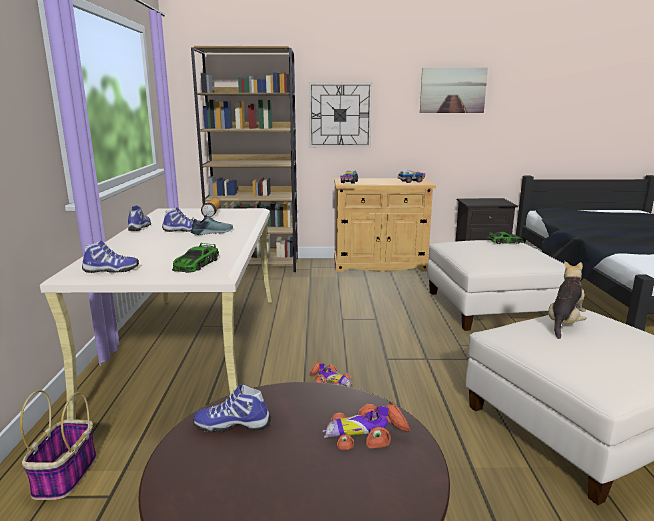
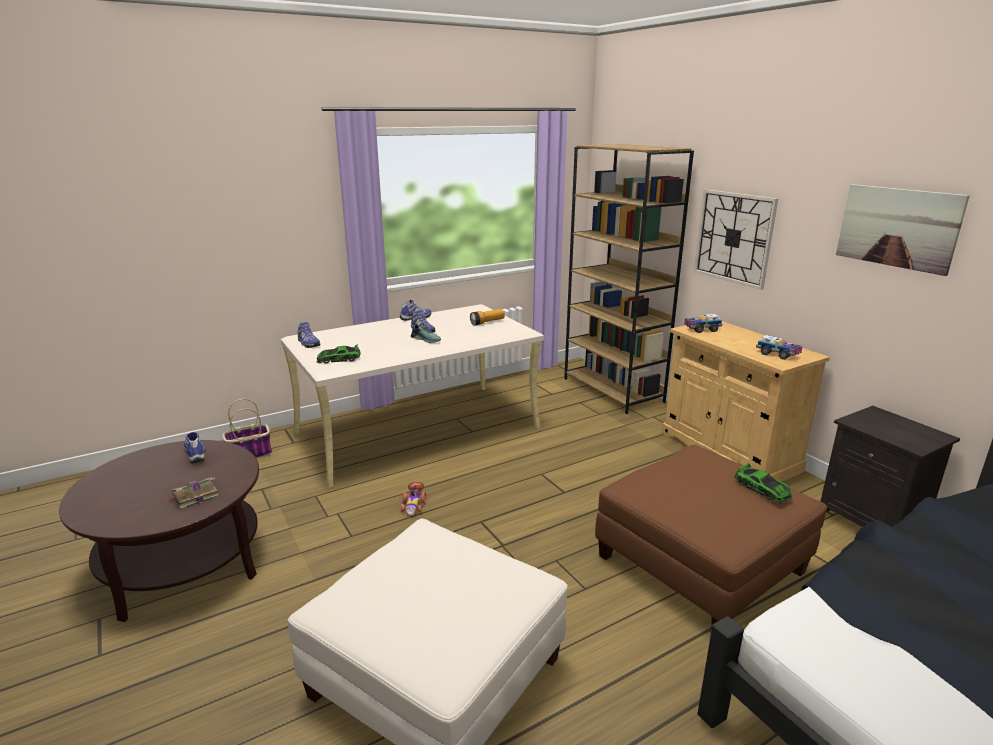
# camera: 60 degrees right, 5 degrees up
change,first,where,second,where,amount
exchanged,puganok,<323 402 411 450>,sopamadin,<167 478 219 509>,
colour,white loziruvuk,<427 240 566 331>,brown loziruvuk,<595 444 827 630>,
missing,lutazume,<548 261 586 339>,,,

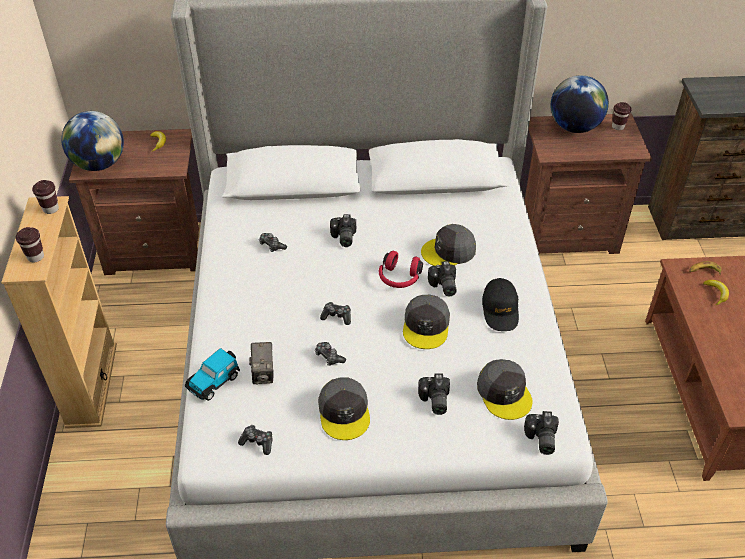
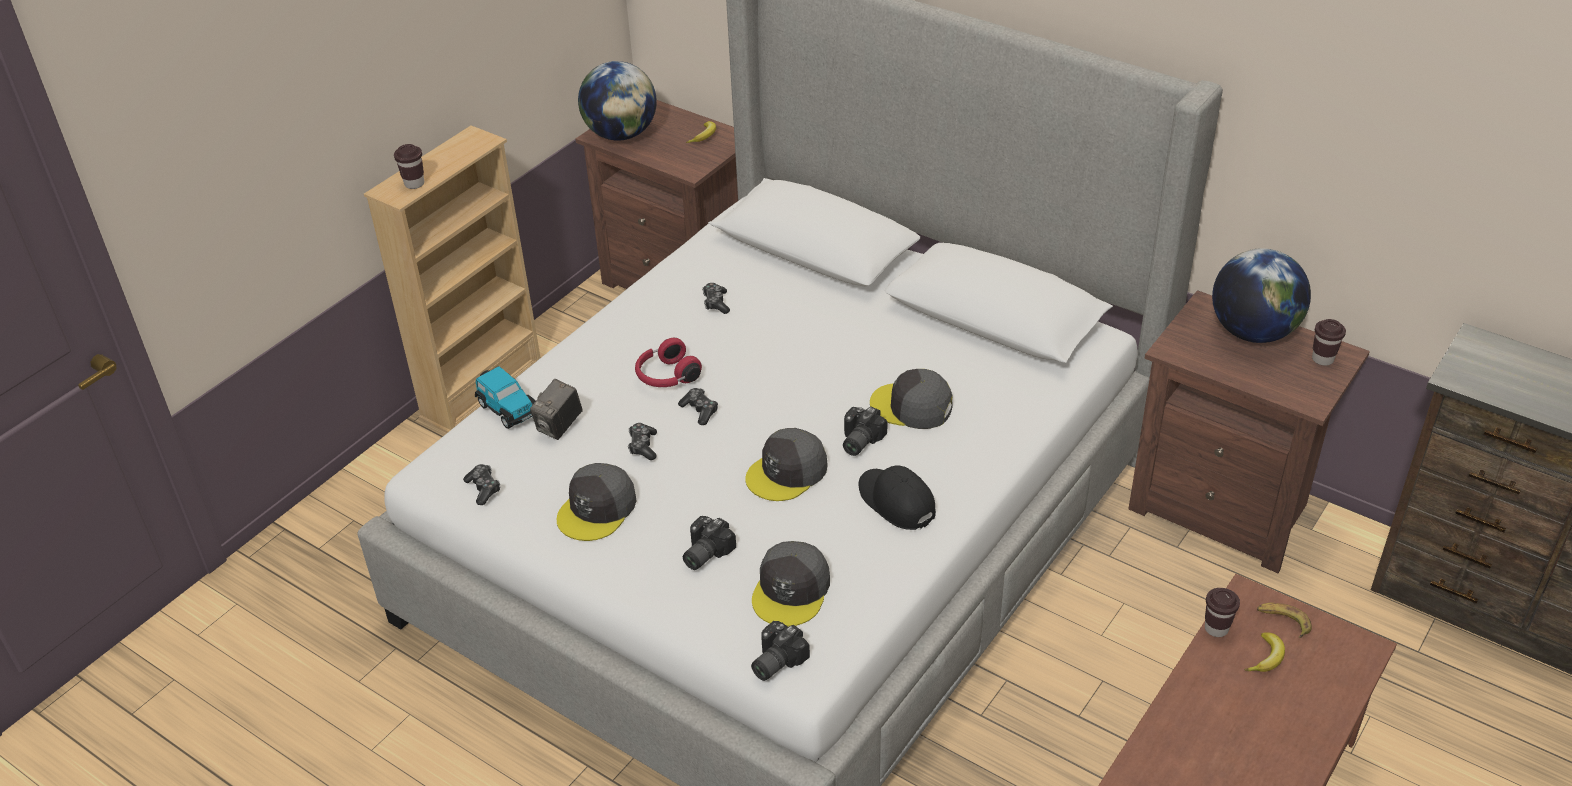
# camera: 40 degrees right, 5 degrees down
change,first,where,second,where,amount
relocated,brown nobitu,<32 180 59 214>,,<1205 588 1240 637>,
spun,puganok,<185 348 240 401>,,<475 366 536 429>,120 degrees counterclockwise
missing,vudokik,<330 214 356 247>,,,
relocated,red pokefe,<379 251 423 288>,,<635 338 702 387>,
spun,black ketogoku,<482 278 519 331>,,<859 466 936 530>,105 degrees clockwise

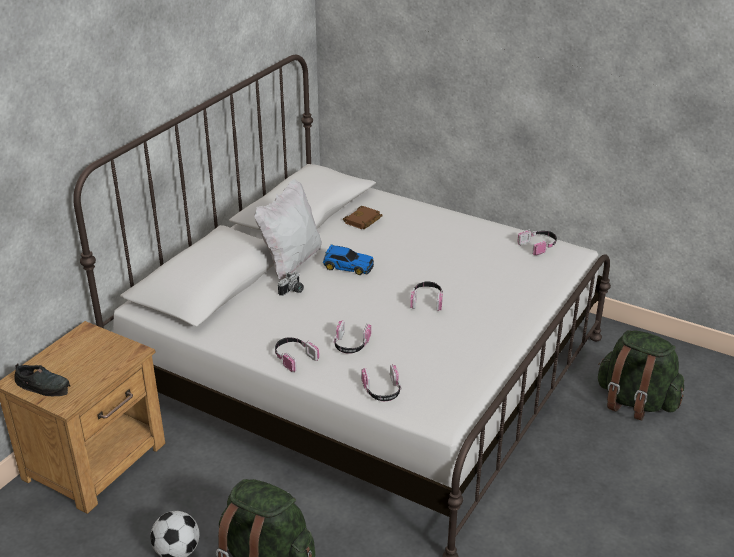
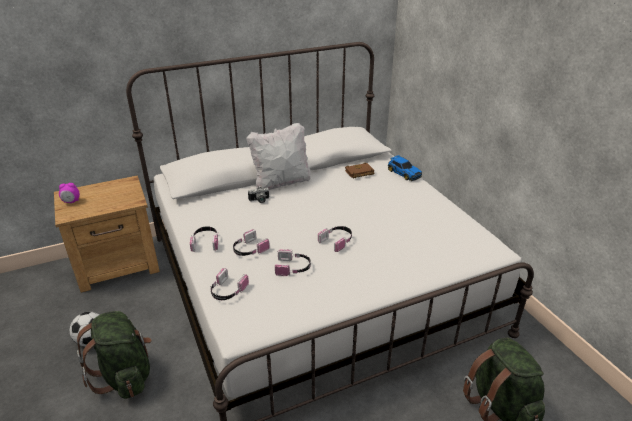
# camera: 35 degrees right, 0 degrees up
change,first,where,second,where,amount
exchanged,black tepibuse,<14 363 70 396>,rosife,<59 183 80 203>,
relocated,puganok,<323 244 374 275>,,<388 155 422 181>,
relocated,pokefe,<517 230 557 255>,,<275 249 311 276>,

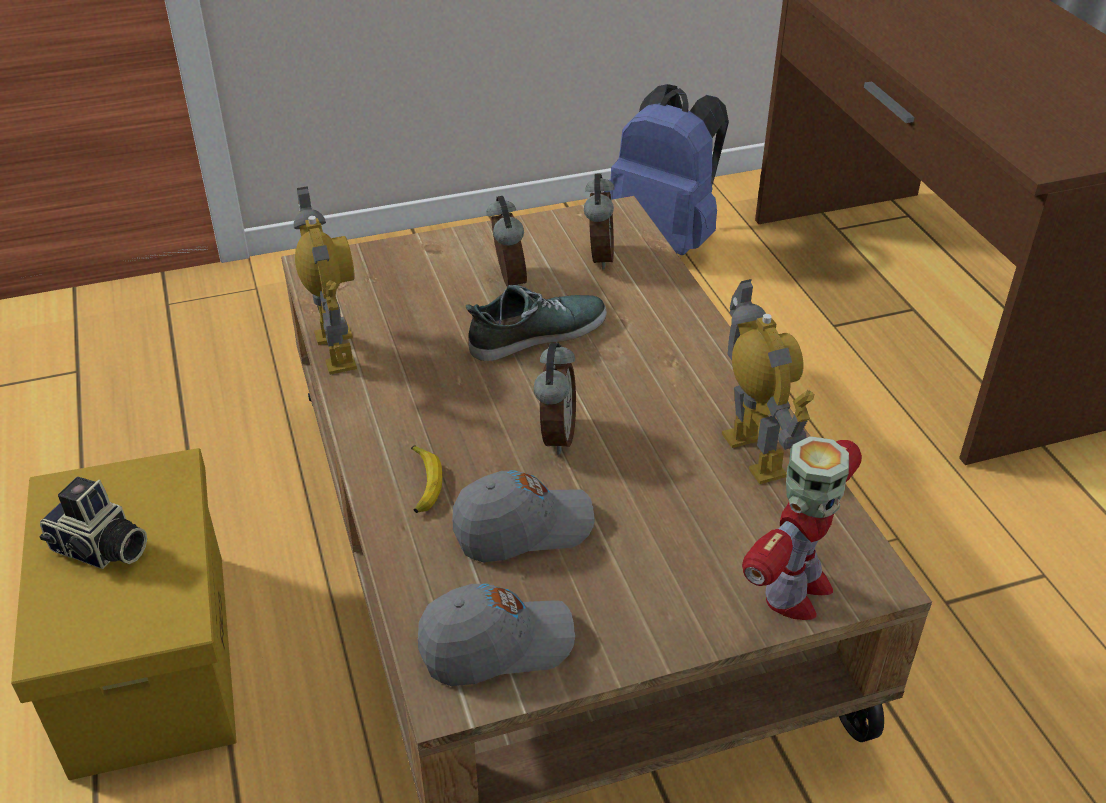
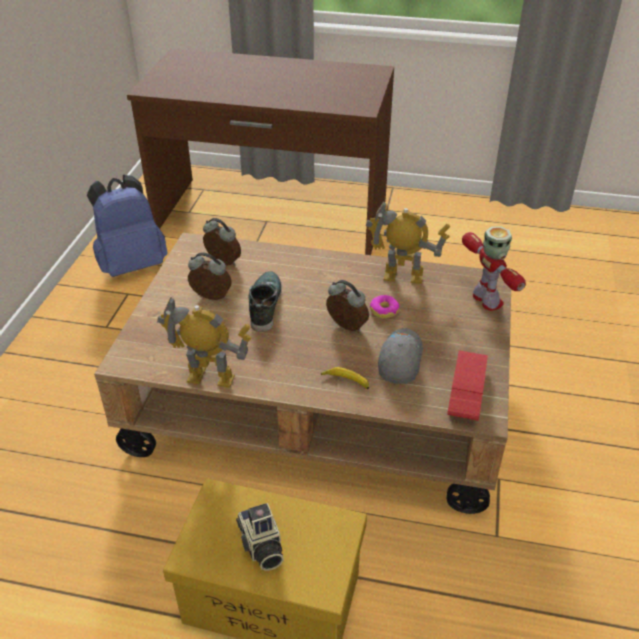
# camera: 60 degrees left, 0 degrees up
change,first,where,second,where,amount
spun,vudokik,<39 477 147 569>,,<236 503 284 571>,105 degrees clockwise
exchanged,grey ketogoku,<418 584 575 686>,red puganok,<447 350 488 421>,
appeared,,,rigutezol,<370 295 400 318>,

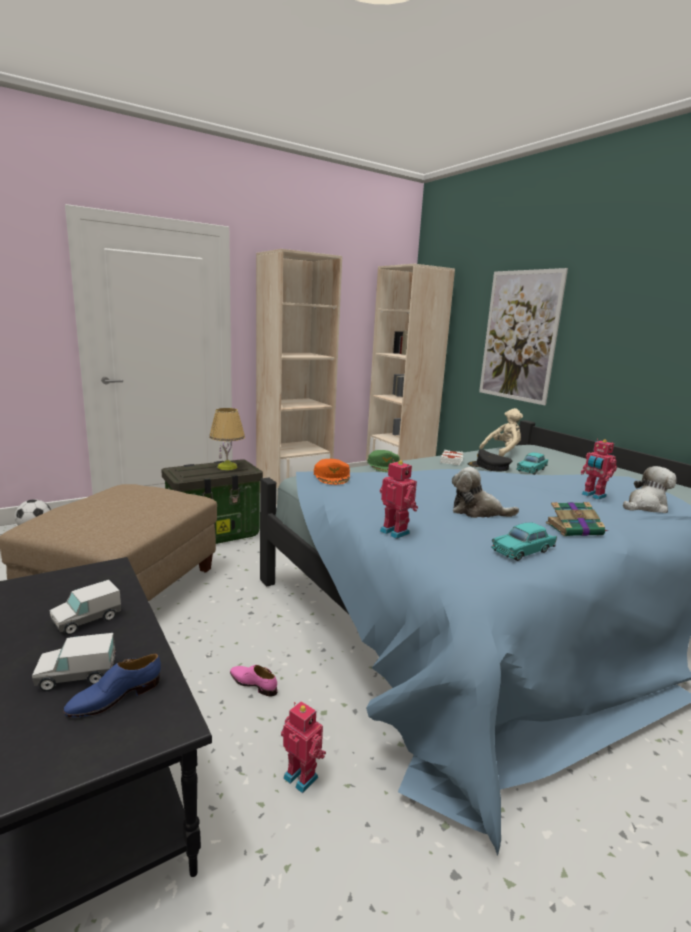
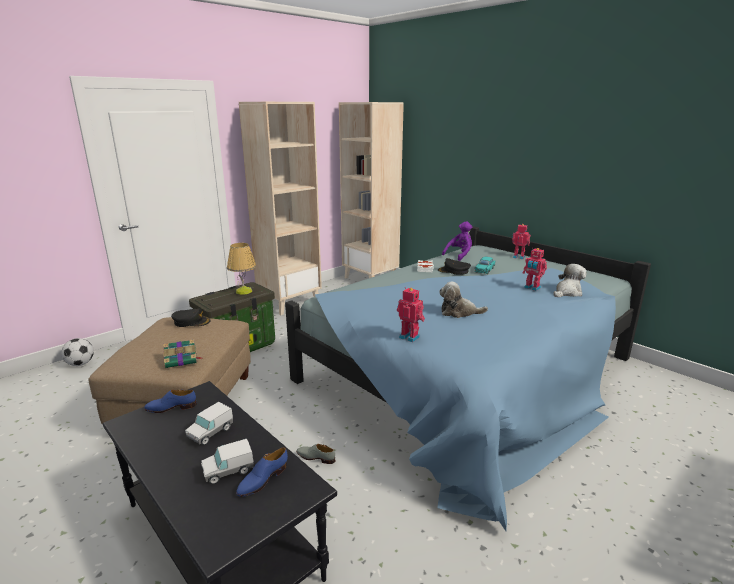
# camera: 10 degrees left, 5 degrees up
change,first,where,second,where,amount
colour,pink tepibuse,<230 665 277 696>,grey tepibuse,<296 444 335 464>,
relocated,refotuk,<281 701 326 793>,,<512 224 531 259>,
missing,orange ketogoku,<314 459 350 485>,,,
missing,green ketogoku,<368 450 400 472>,,,
missing,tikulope,<479 268 568 405>,,,
colour,beige lutazume,<479 408 523 457>,purple lutazume,<442 221 472 261>,
missing,turquoise puganok,<491 523 557 561>,,,
relocated,sopamadin,<546 502 608 536>,,<163 339 202 368>,
appeared,,,blue tepibuse,<144 389 197 413>,
appeared,,,black ketogoku,<171 308 211 327>,

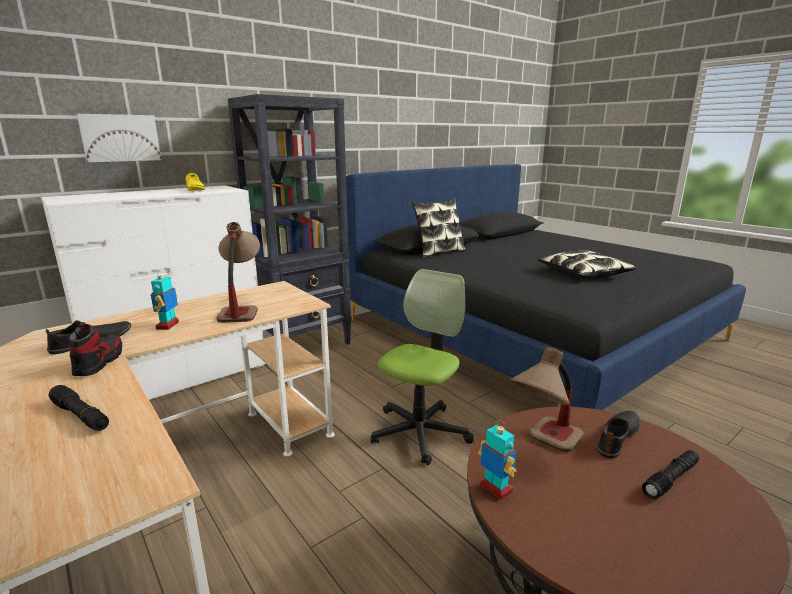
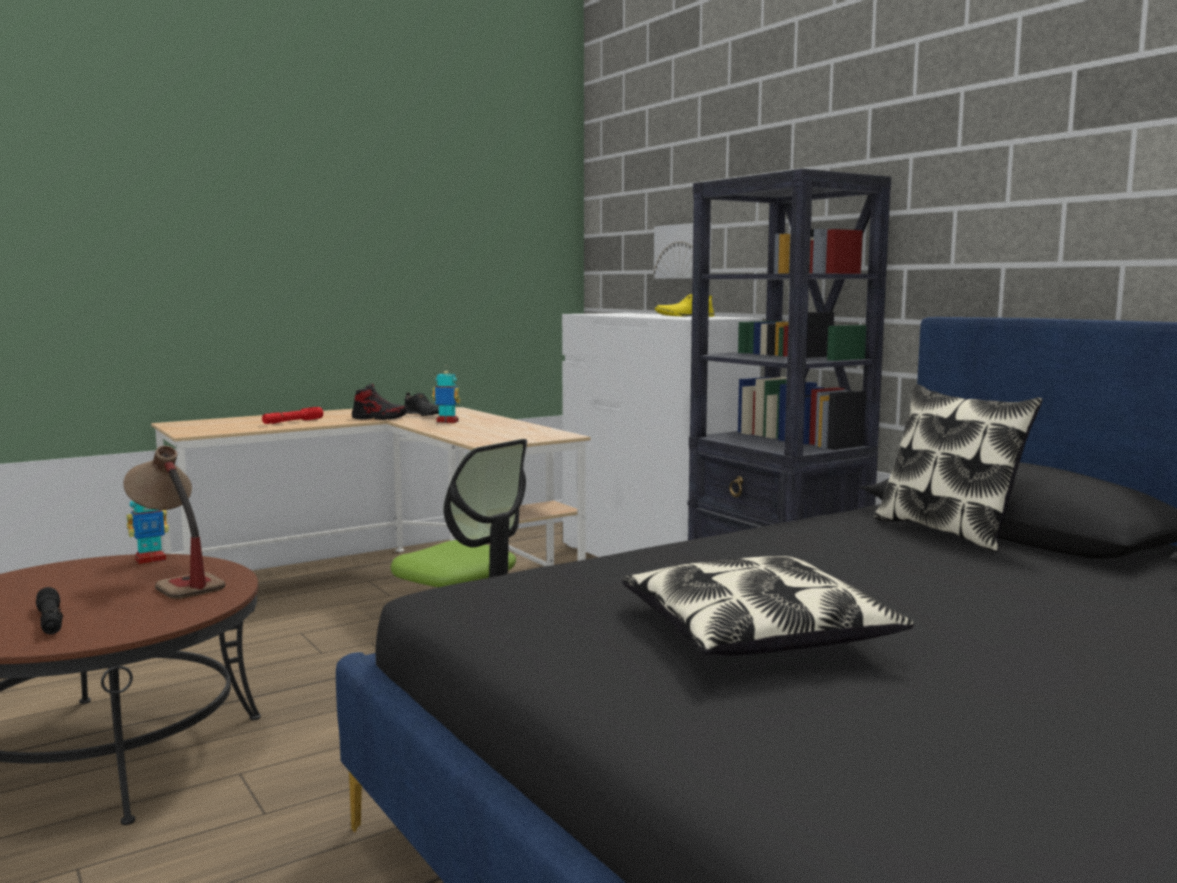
# camera: 95 degrees right, 10 degrees down
change,first,where,second,where,amount
colour,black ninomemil,<49 385 109 431>,red ninomemil,<262 407 323 424>,
missing,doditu,<217 222 260 323>,,,
missing,black tepibuse,<596 411 640 458>,,,

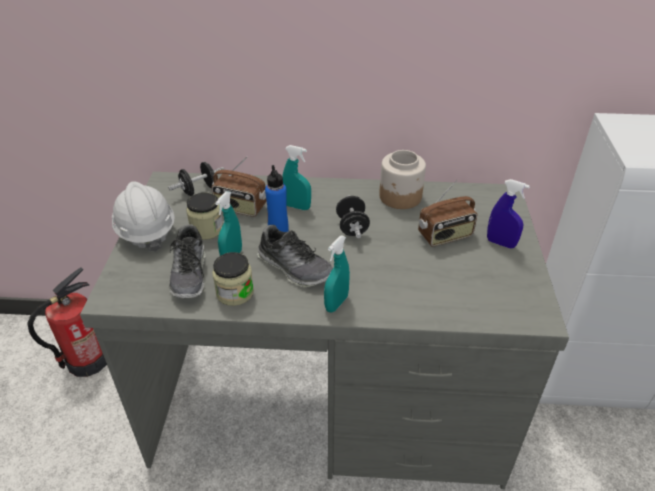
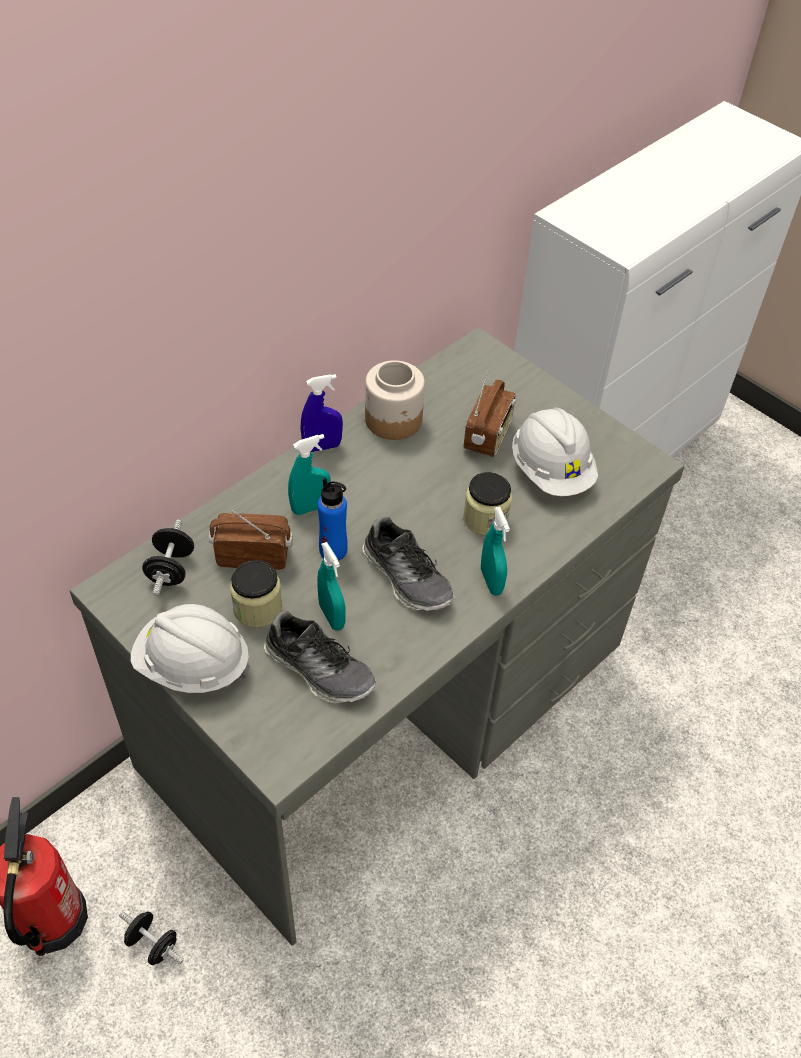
# camera: 50 degrees left, 10 degrees up
change,first,where,second,where,amount
spun,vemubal,<212 157 266 217>,,<209 510 293 570>,150 degrees counterclockwise
relocated,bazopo,<212 252 254 306>,,<463 472 512 536>,
spun,tepibuse,<257 225 333 287>,,<362 516 455 611>,60 degrees clockwise
relocated,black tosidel,<336 195 370 238>,,<119 911 184 965>,
relocated,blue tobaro,<487 179 530 248>,,<300 374 343 452>,
appeared,,,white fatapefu,<512 407 598 496>,

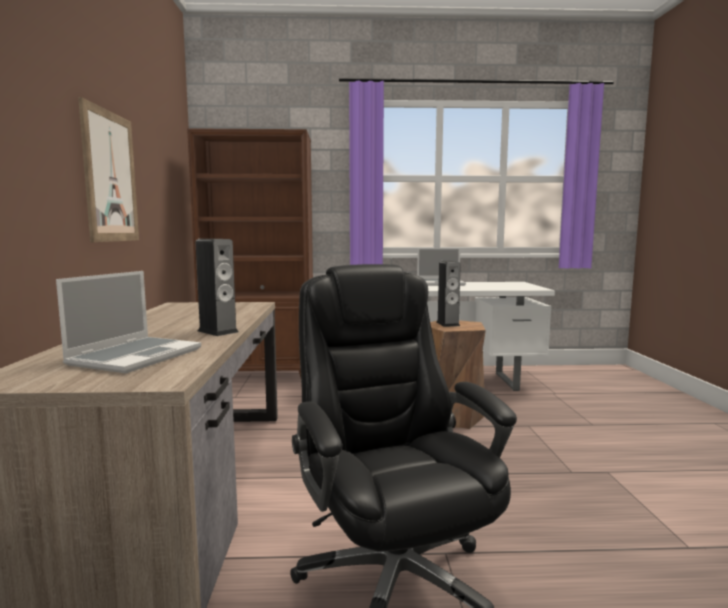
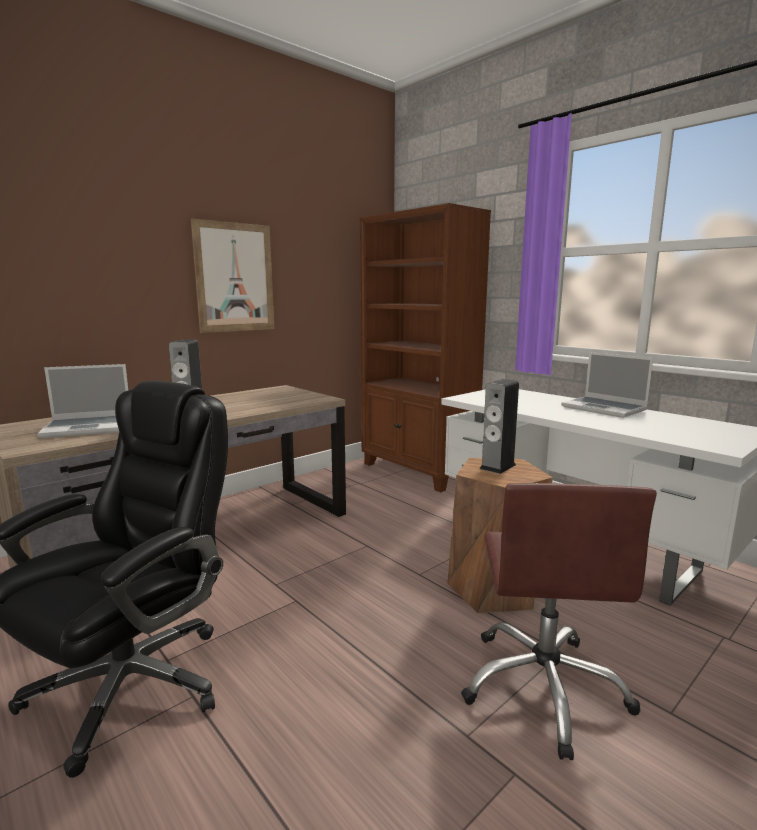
# camera: 50 degrees right, 5 degrees up
change,first,where,second,where,amount
appeared,,,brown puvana,<461 483 657 760>,

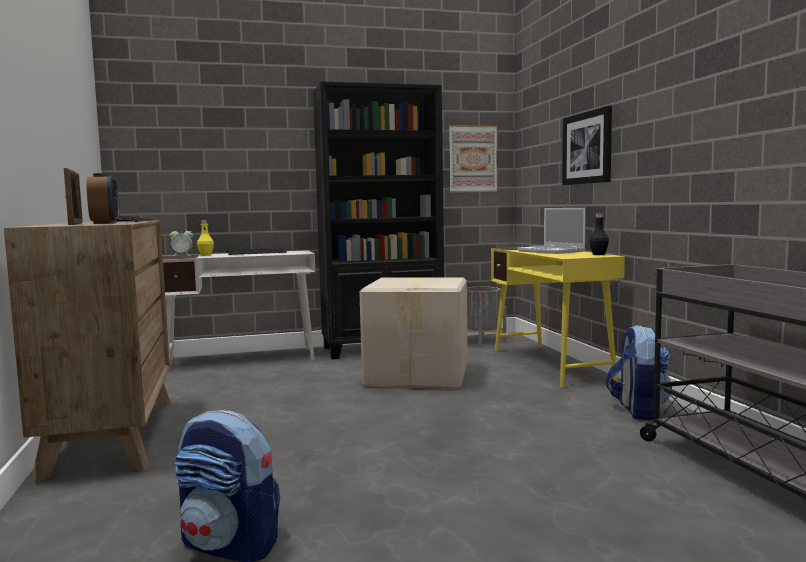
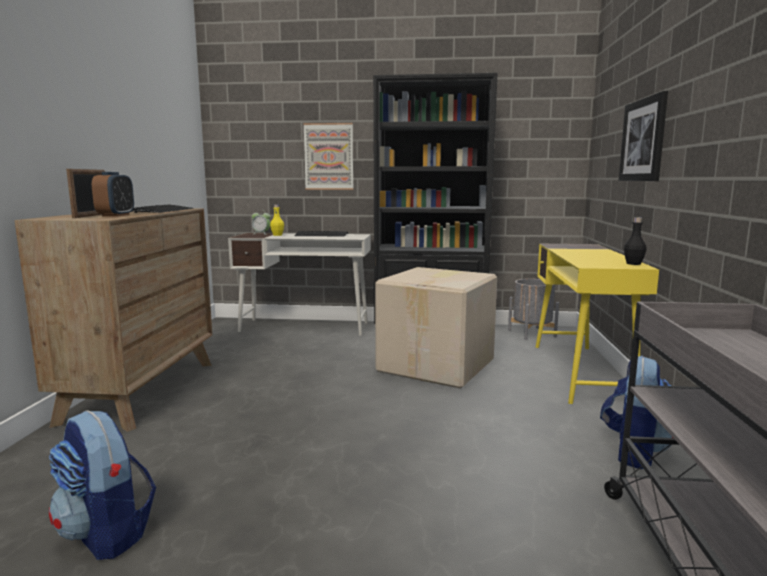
# camera: 20 degrees right, 5 degrees up
change,first,where,second,where,amount
relocated,tikulope,<449 125 497 193>,,<303 123 354 190>,
missing,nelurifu,<517 208 586 254>,,,

